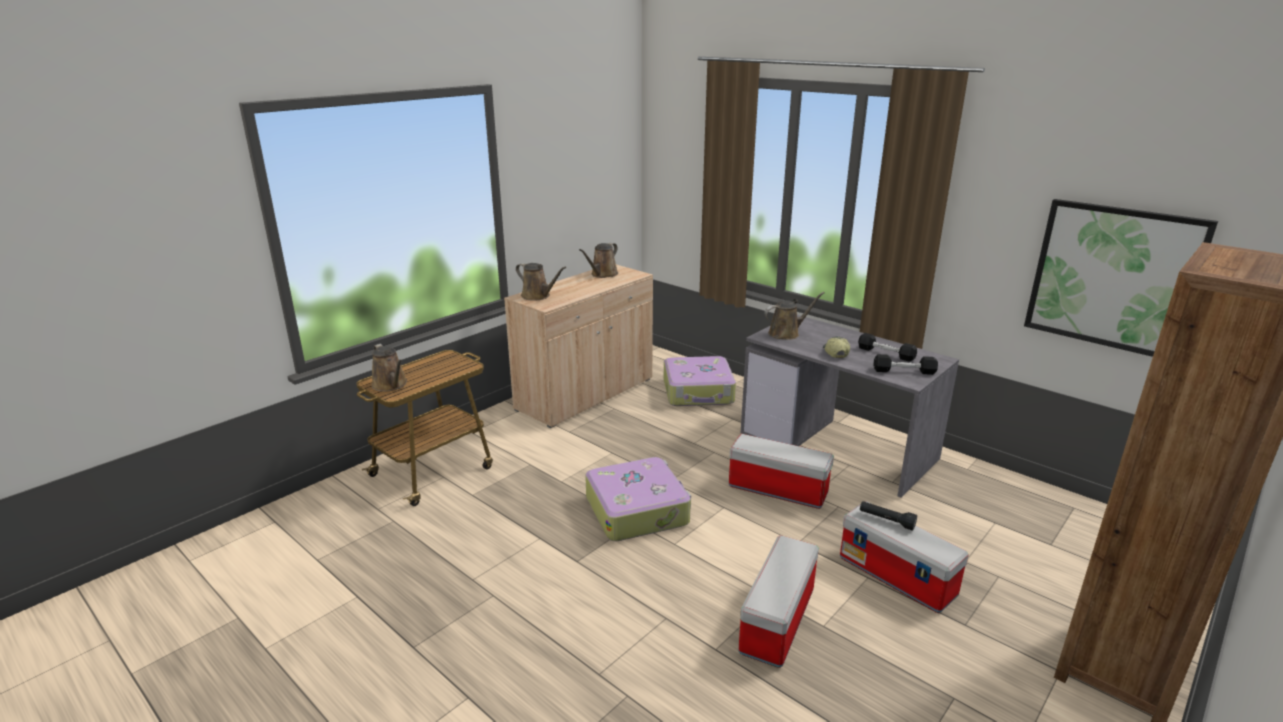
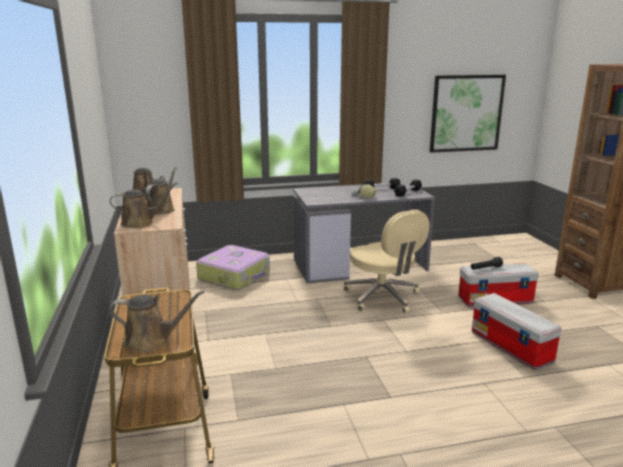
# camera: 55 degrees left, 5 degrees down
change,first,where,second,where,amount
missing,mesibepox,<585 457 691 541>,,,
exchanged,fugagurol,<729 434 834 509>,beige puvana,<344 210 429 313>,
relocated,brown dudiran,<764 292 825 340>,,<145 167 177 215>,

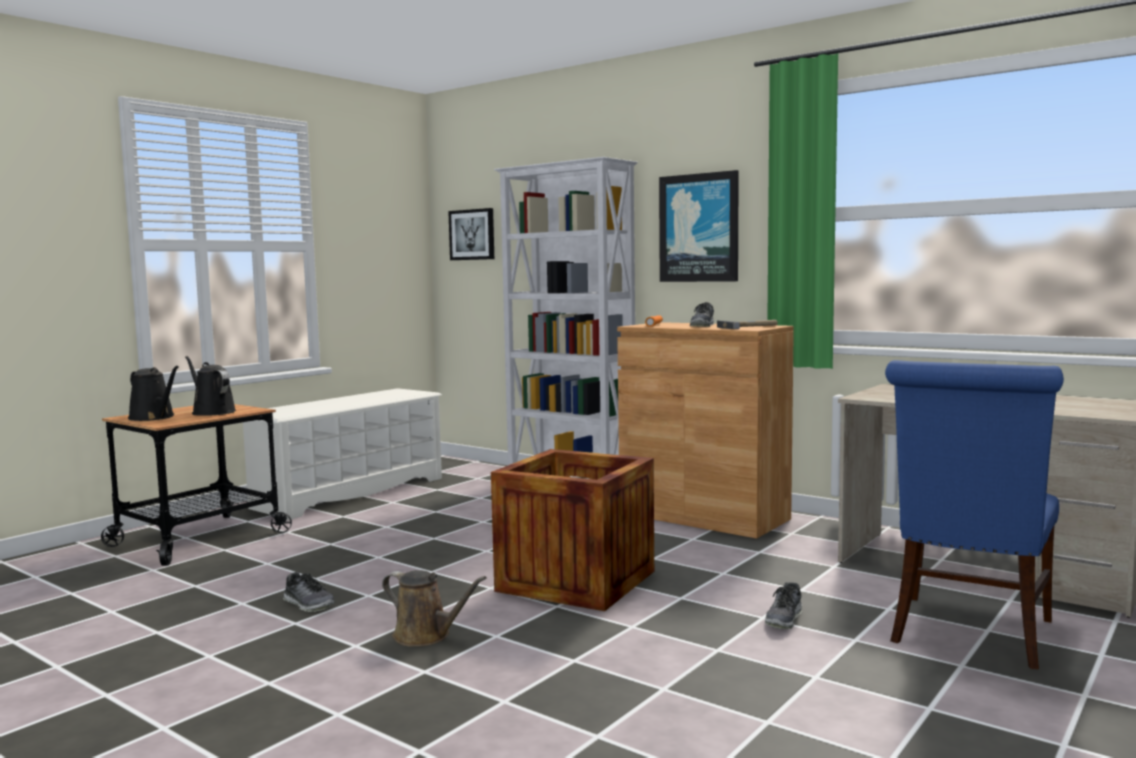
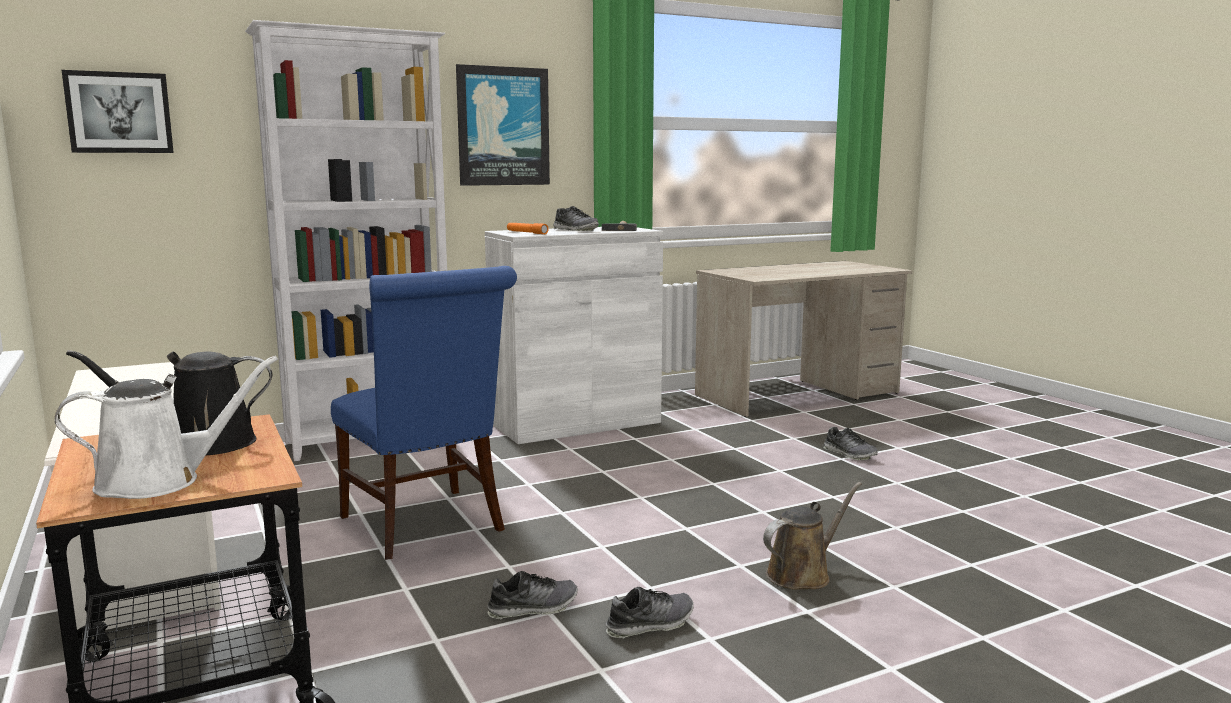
# camera: 65 degrees left, 5 degrees up
change,first,where,second,where,amount
colour,black dudiran,<128 366 179 421>,white dudiran,<55 356 278 499>,
missing,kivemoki,<491 449 654 611>,,,
colour,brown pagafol,<617 322 794 539>,white pagafol,<485 227 663 444>,
relocated,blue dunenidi,<885 360 1064 669>,,<331 266 517 560>,
appeared,,,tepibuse,<487 571 578 620>,

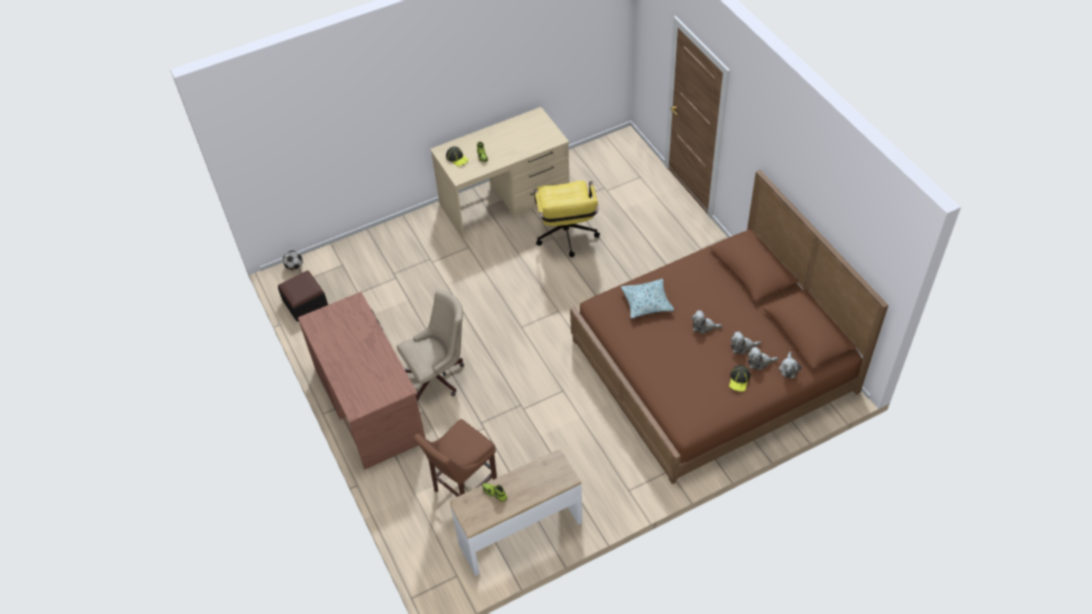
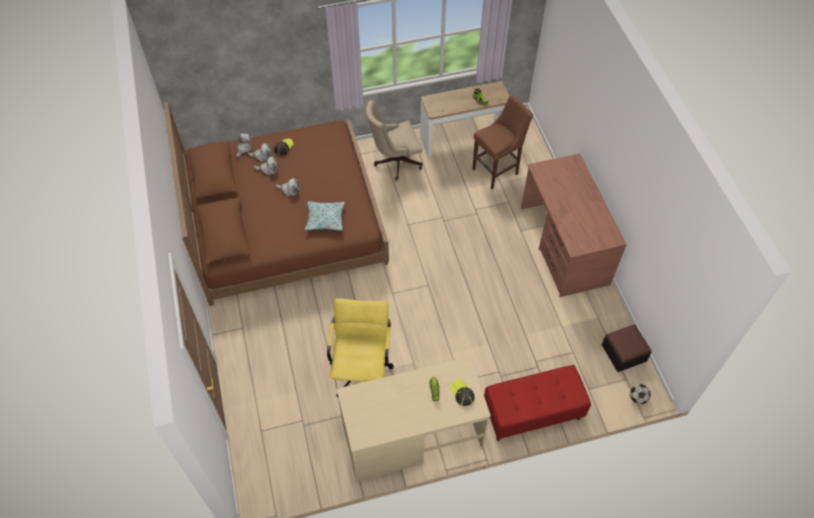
# camera: 170 degrees left, 5 degrees up
change,first,where,second,where,amount
relocated,beige puvana,<397 290 464 401>,,<366 100 423 181>,
appeared,,,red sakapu,<484 365 591 441>,

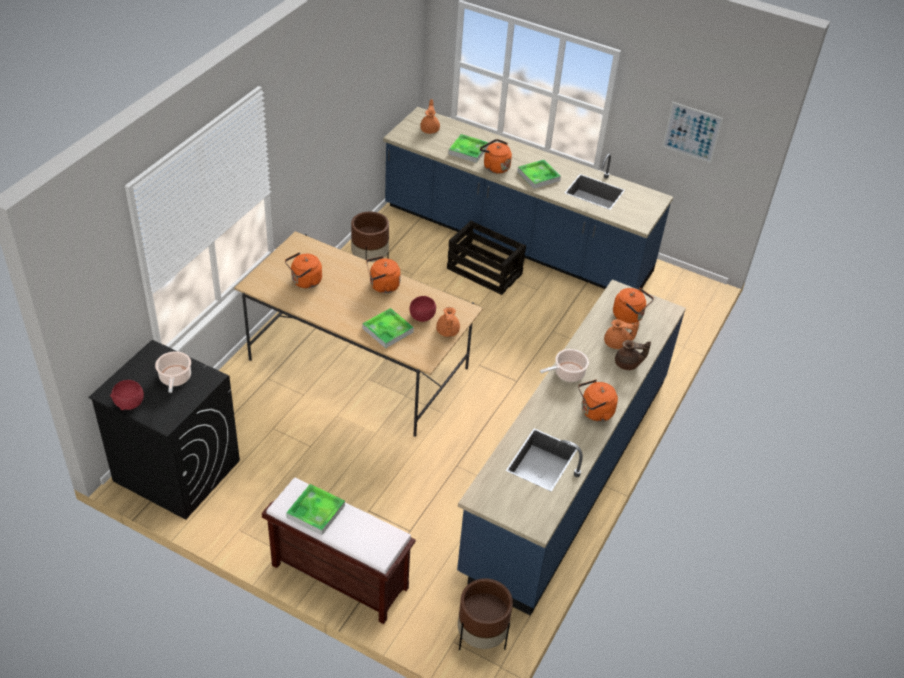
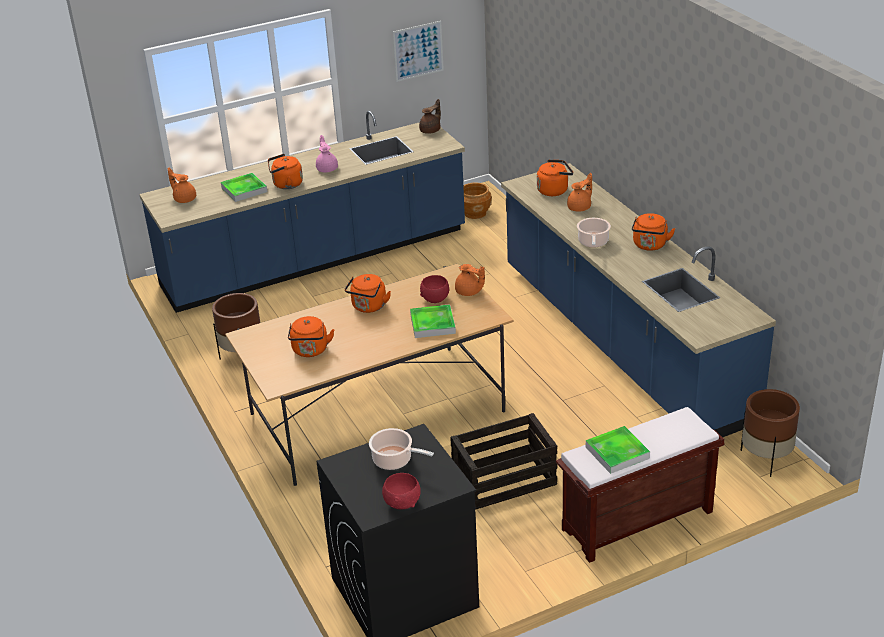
# camera: 50 degrees left, 10 degrees down
change,first,where,second,where,amount
relocated,kivemoki,<447 221 526 295>,,<450 413 557 510>,
exchanged,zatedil,<517 160 561 189>,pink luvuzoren,<316 135 338 172>,
relocated,brown luvuzoren,<615 340 651 370>,,<419 99 441 134>,
appeared,,,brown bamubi,<463 182 492 219>,

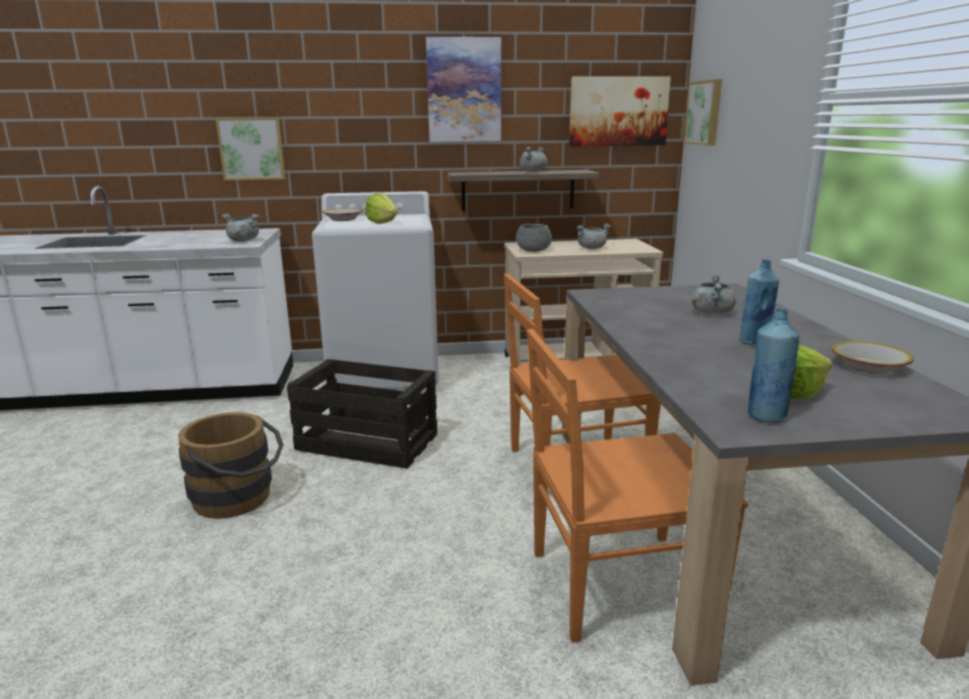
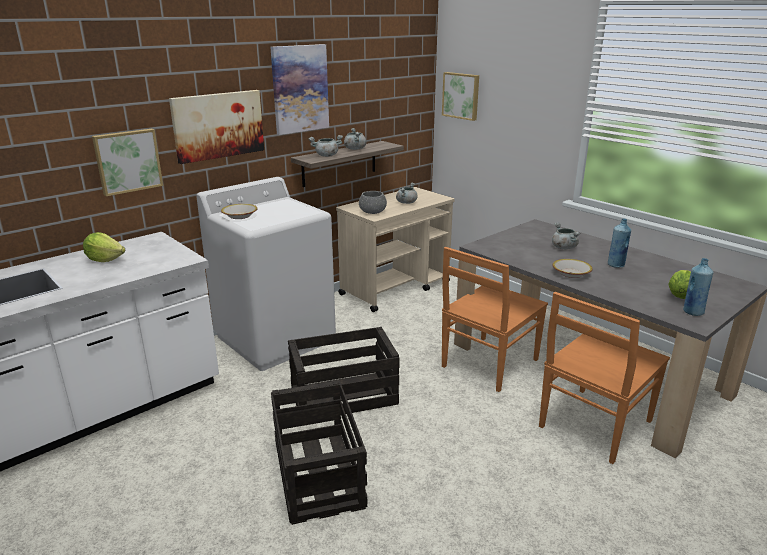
# camera: 35 degrees left, 5 degrees up
change,first,where,second,where,amount
exchanged,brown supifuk,<178 412 283 519>,kivemoki,<271 380 367 525>,
relocated,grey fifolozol,<222 213 260 241>,,<308 135 343 157>,
relocated,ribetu,<366 194 398 224>,,<83 232 125 262>,
relocated,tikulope,<569 76 671 146>,,<169 90 264 164>,
relocated,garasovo,<832 341 914 373>,,<552 259 593 278>,

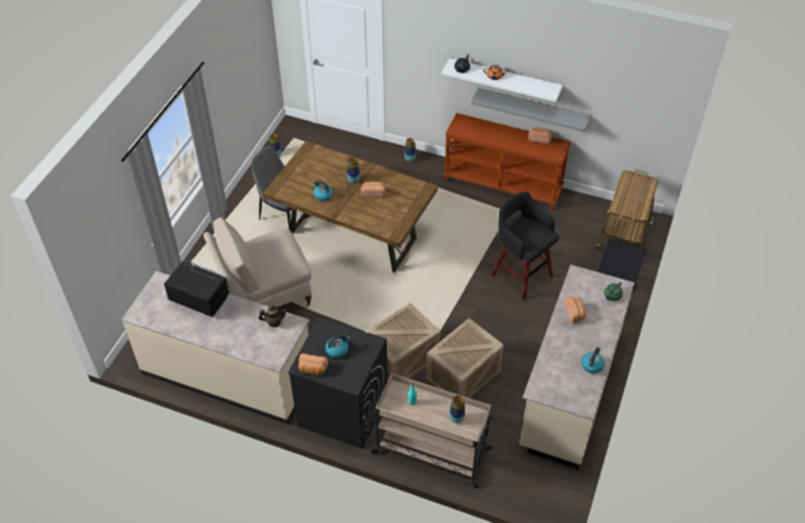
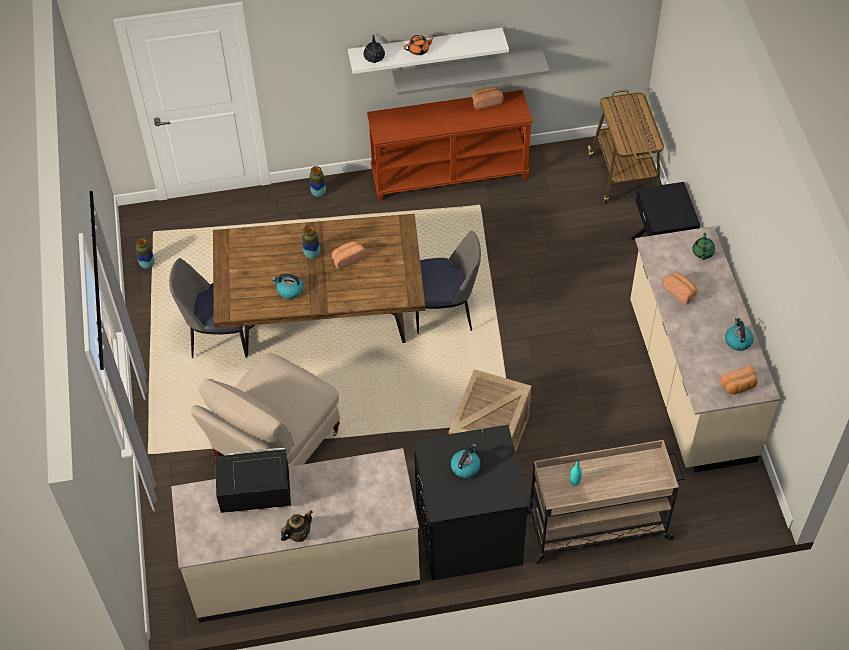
# camera: 30 degrees left, 5 degrees up
change,first,where,second,where,amount
relocated,luvuzoren,<259 305 287 327>,,<281 511 313 542>,
relocated,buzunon,<298 354 328 375>,,<719 366 758 395>,
missing,kivemoki,<426 318 504 398>,,,
missing,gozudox,<449 395 465 423>,,,
missing,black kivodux,<492 192 559 300>,,,
appeared,,,dunenidi,<416 231 481 334>,

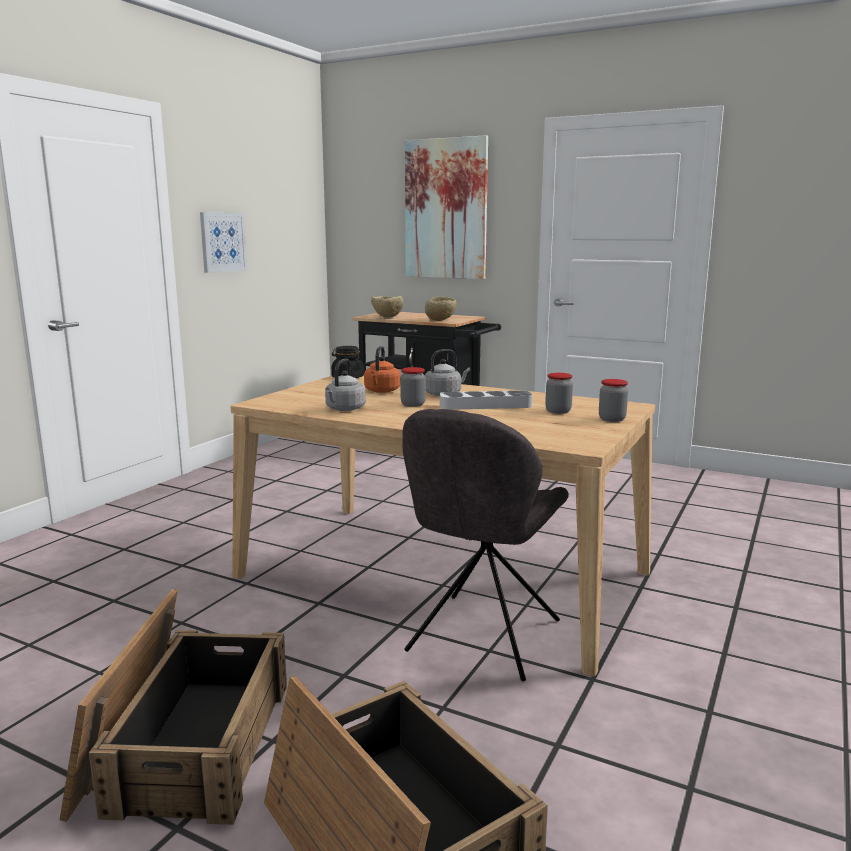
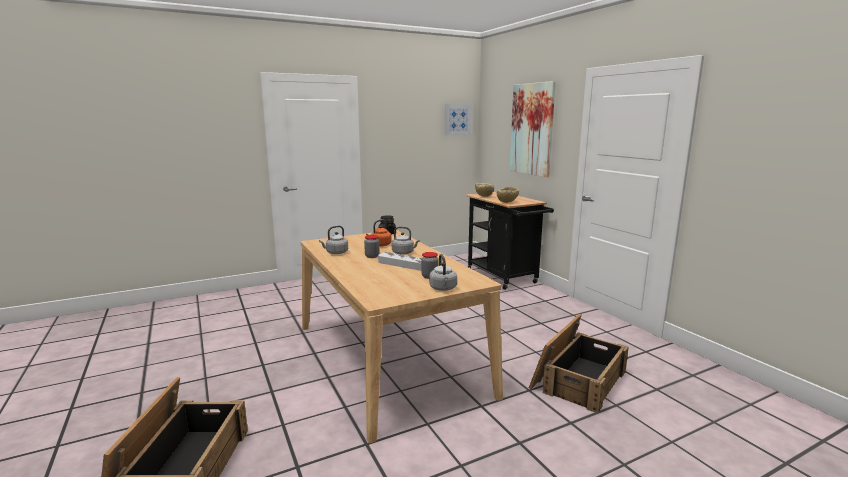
# camera: 35 degrees right, 0 degrees up
change,first,where,second,where,amount
relocated,kivemoki,<60 589 287 825>,,<529 314 629 414>,
relocated,tikulope,<200 212 247 273>,,<445 104 472 135>,
missing,grey dunenidi,<402 409 569 681>,,,
exchanged,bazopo,<599 379 628 422>,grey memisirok,<429 254 457 291>,

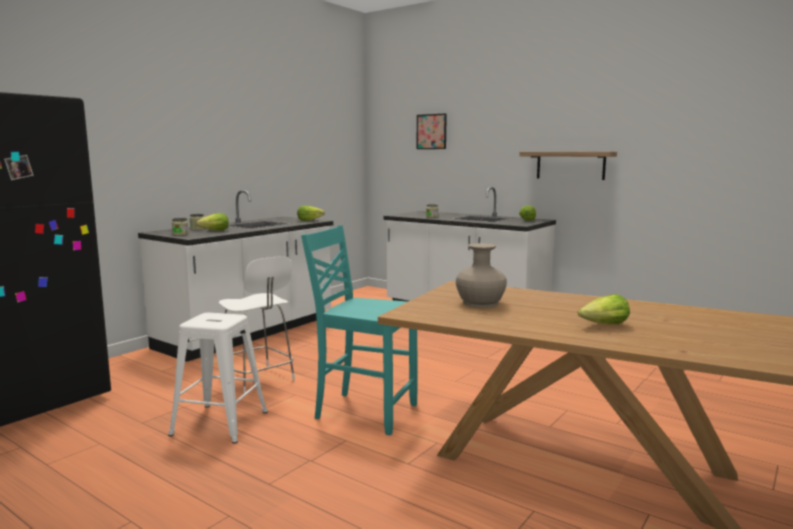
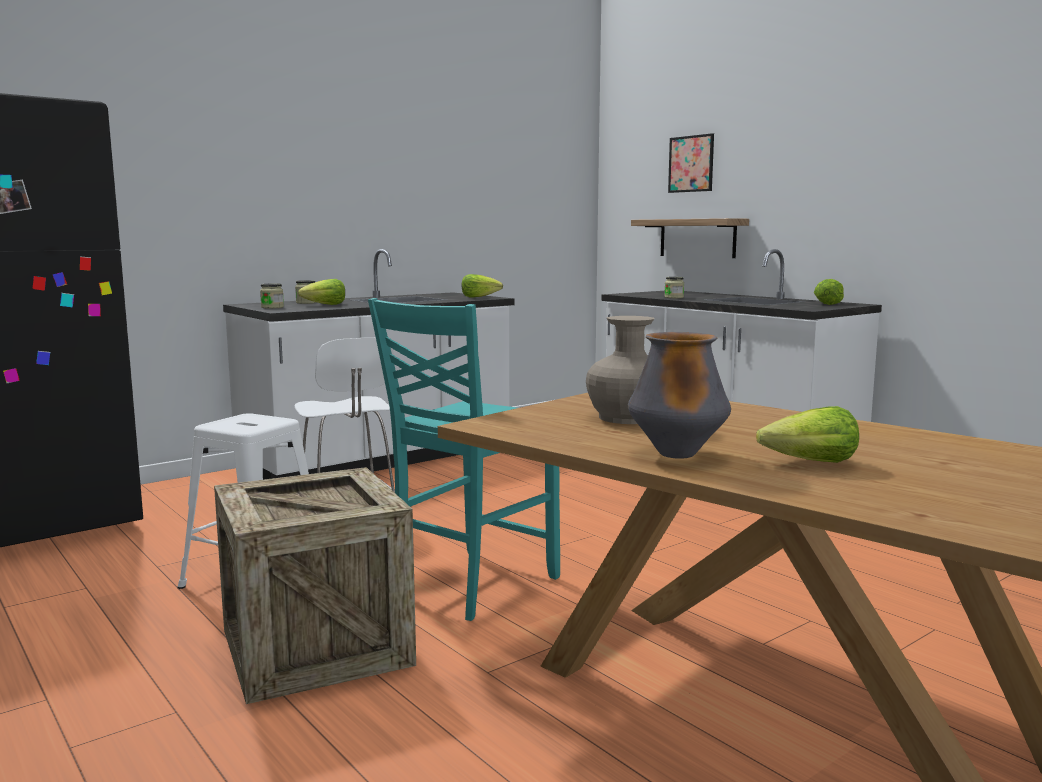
# camera: 15 degrees right, 0 degrees up
change,first,where,second,where,amount
spun,turquoise dunenidi,<301 225 417 435>,,<368 298 560 621>,90 degrees counterclockwise
relocated,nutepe,<519 152 617 180>,,<631 218 749 258>,
appeared,,,kivemoki,<214 467 416 704>,
appeared,,,gozudox,<628 332 731 459>,

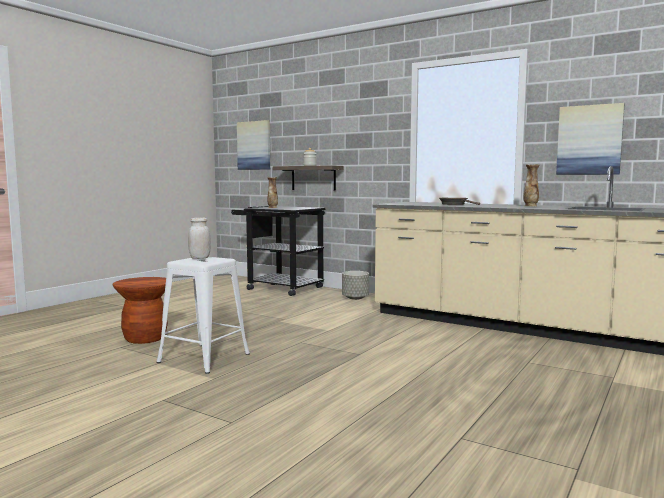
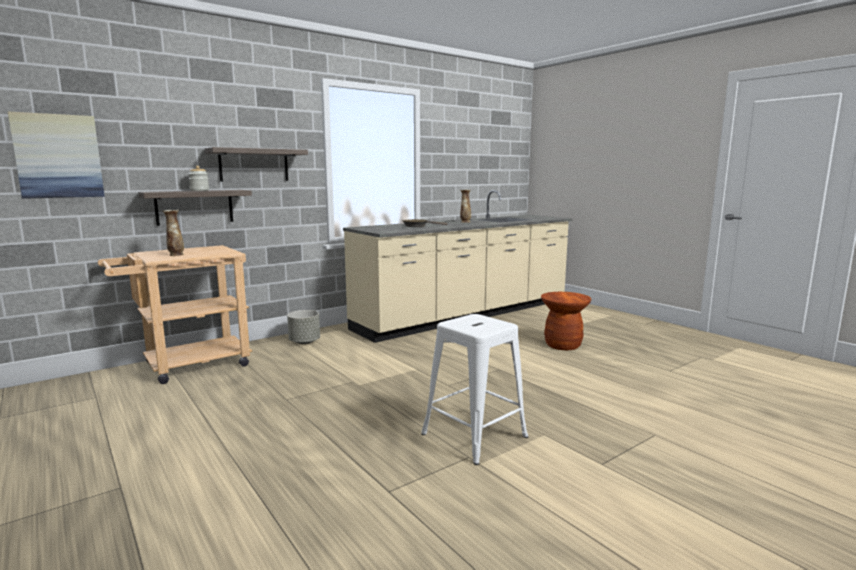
# camera: 70 degrees left, 5 degrees up
change,first,where,second,where,amount
relocated,brown kivodux,<113 277 168 344>,,<541 292 591 350>,
missing,white bazopo,<188 217 211 259>,,,
colour,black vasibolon,<231 206 326 296>,beige vasibolon,<98 245 252 384>,
missing,tikulope,<556 103 625 175>,,,
appeared,,,nutepe,<205 147 308 181>,

